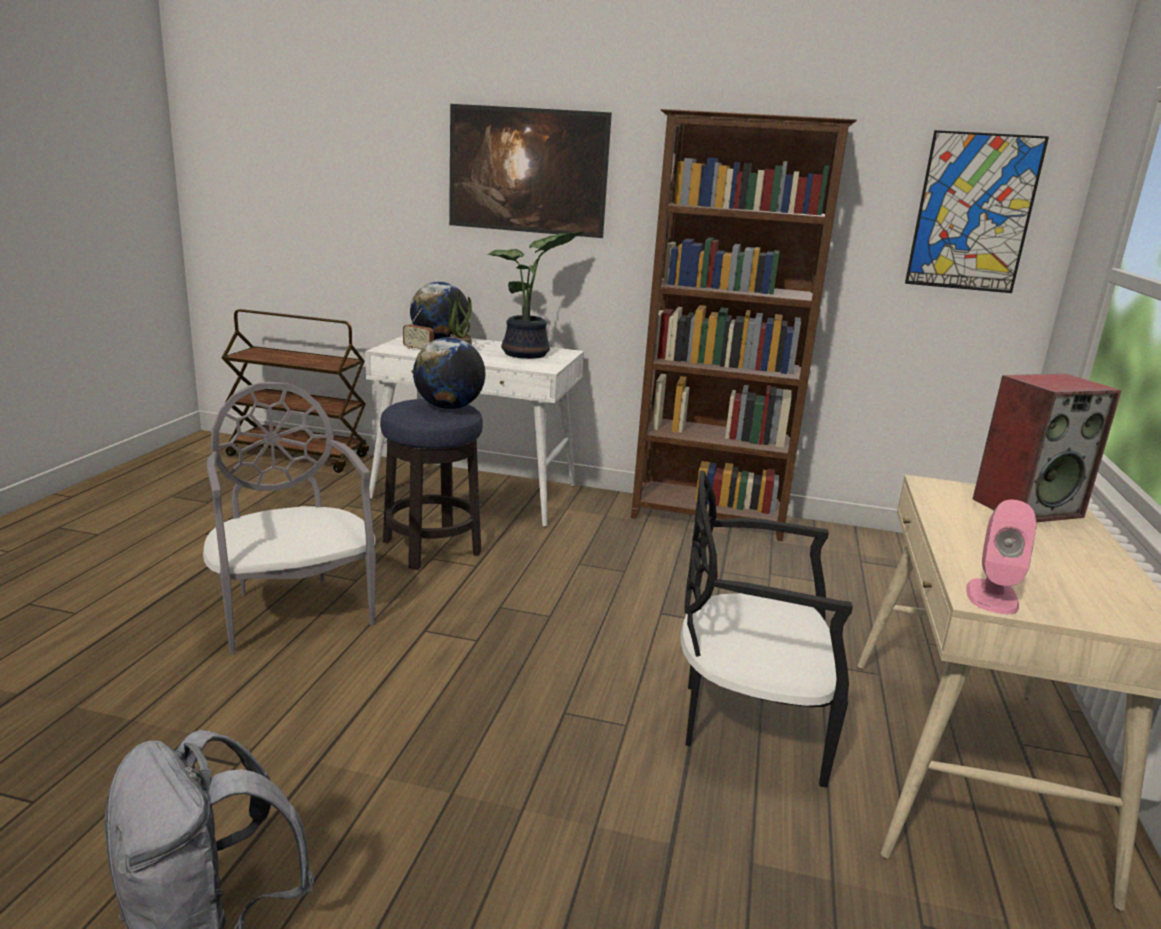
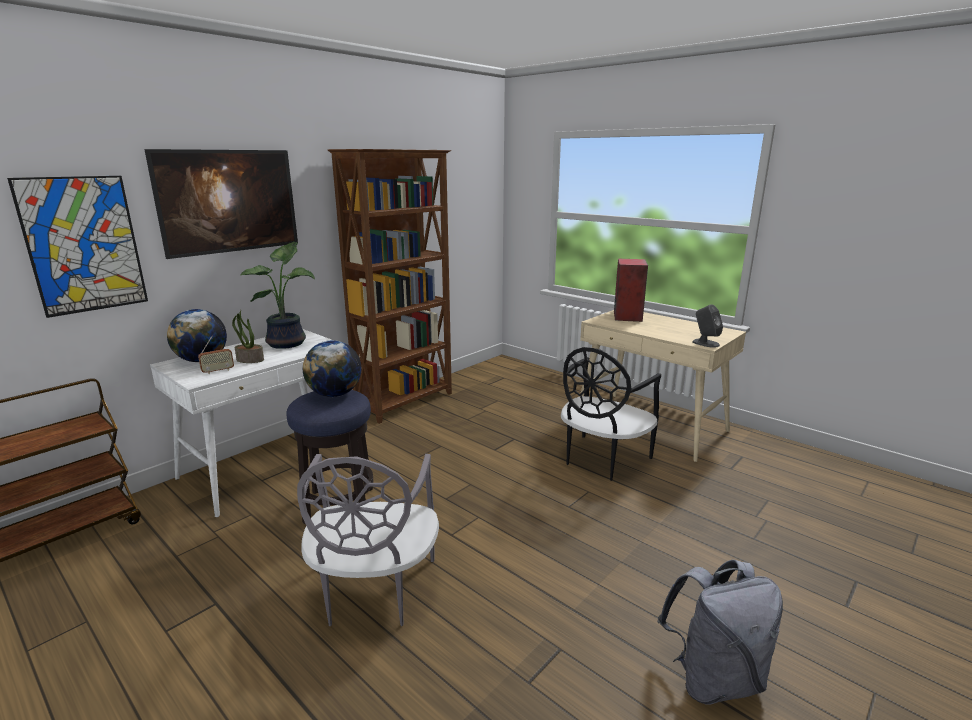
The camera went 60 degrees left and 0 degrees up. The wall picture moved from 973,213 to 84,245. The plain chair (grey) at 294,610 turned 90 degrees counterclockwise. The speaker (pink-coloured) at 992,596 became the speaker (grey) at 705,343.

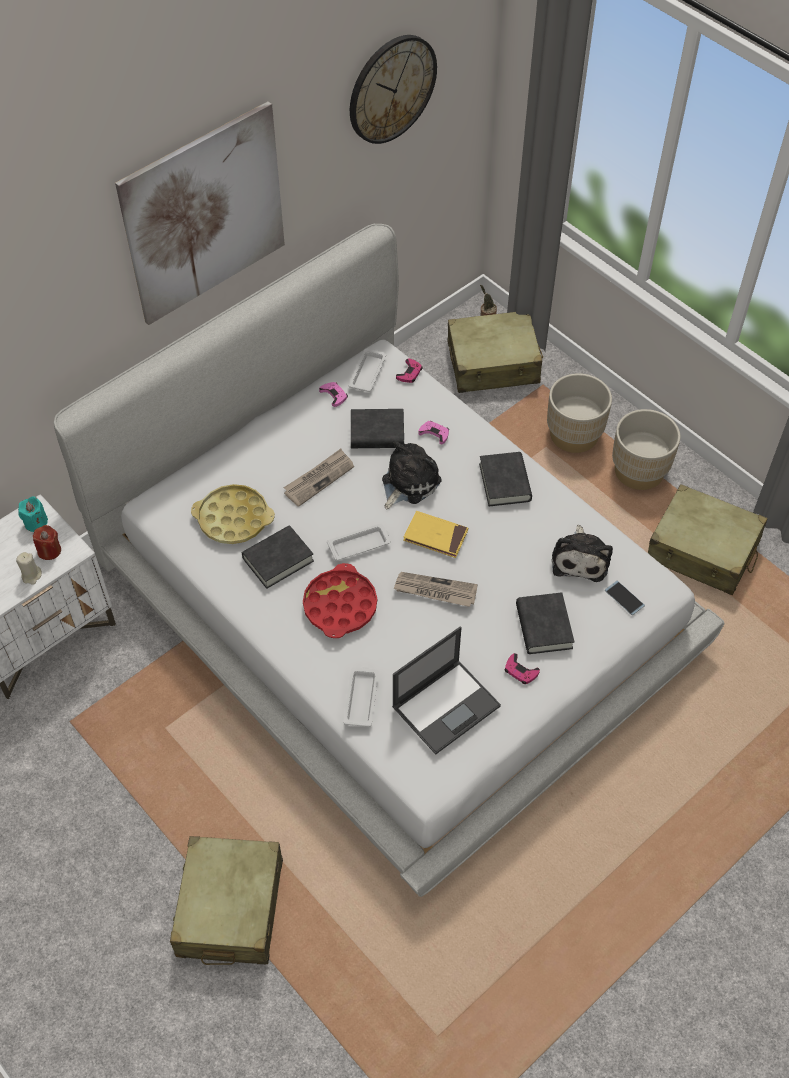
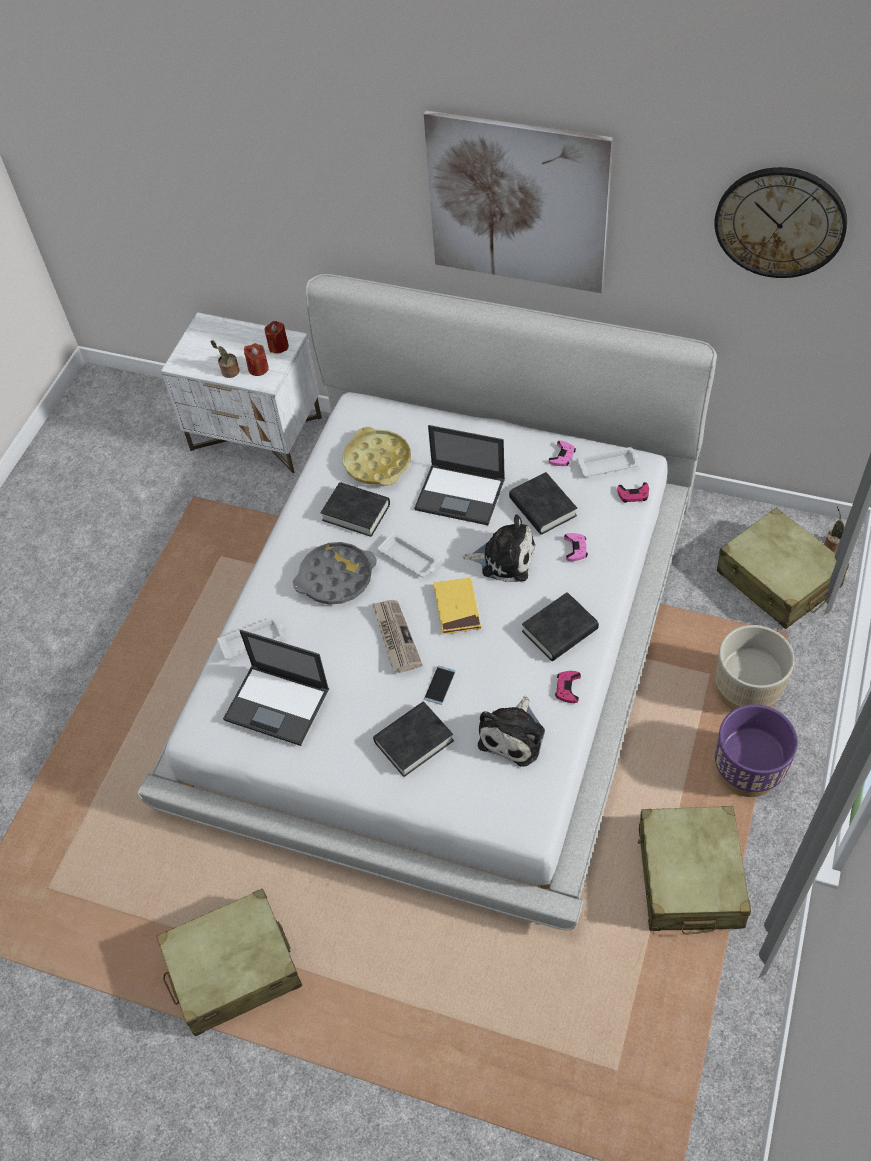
The camera went 65 degrees right and 0 degrees up. The plant pot (sand-coloured) at 639,470 became the plant pot (purplish) at 747,770. The printed paper at 319,478 was replaced by the notebook computer at 461,494. The candle (turquoise-coloured) at 36,523 became the candle (reddish) at 278,346. The plush toy at 580,558 turned 45 degrees counterclockwise. The candle (sand-coloured) at 31,576 was replaced by the potted plant at 229,372. The tray (reddish) at 340,606 became the tray (grey) at 336,577. The handset moved from 624,598 to 440,685. The gamepad (pink-coloured) moved from 520,671 to 567,688. The piece of luggage (sand-coloured) moved from 230,908 to 233,969.

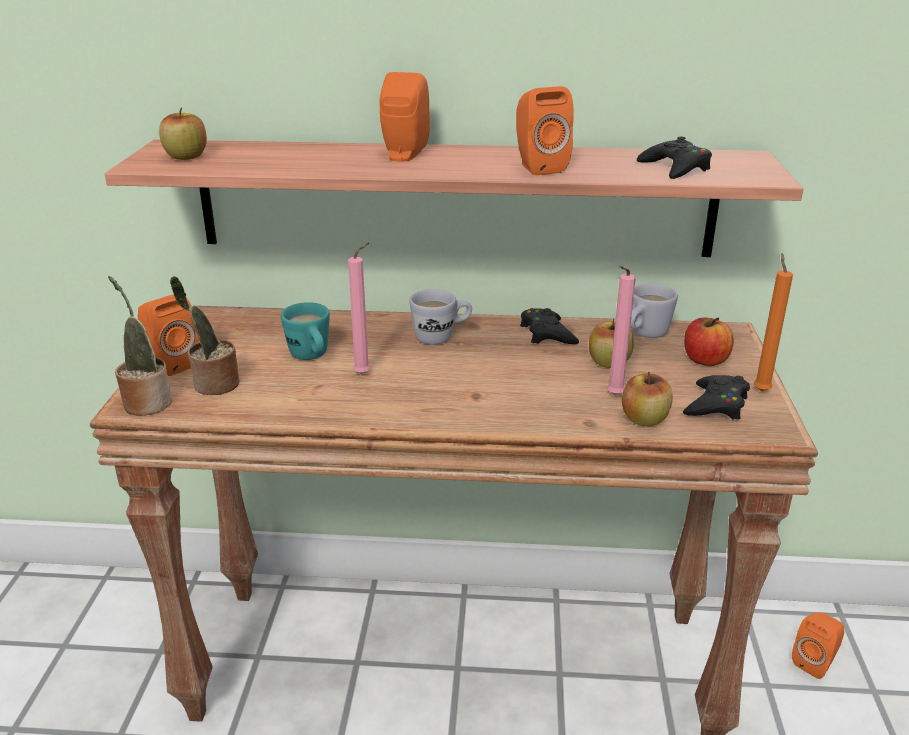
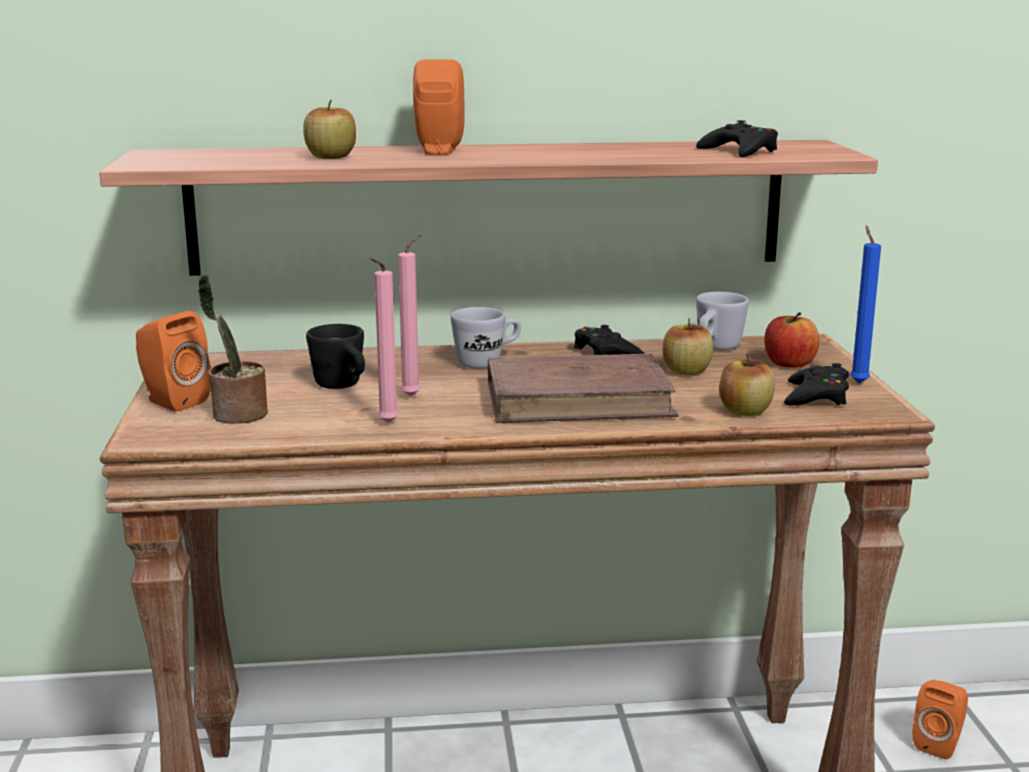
The camera went 10 degrees left and 10 degrees down. The speaker (orangey) at 538,167 disappeared. The whole apple moved from 186,157 to 331,157. The candle (orangey) at 760,390 became the candle (blue-coloured) at 857,382. The candle (pink-coloured) moved from 613,396 to 386,424. The potted plant at 146,402 disappeared. The coffee mug (turquoise-coloured) at 311,357 became the coffee mug (black-coloured) at 343,387. The volume (brown-coloured) at 579,399 appeared.

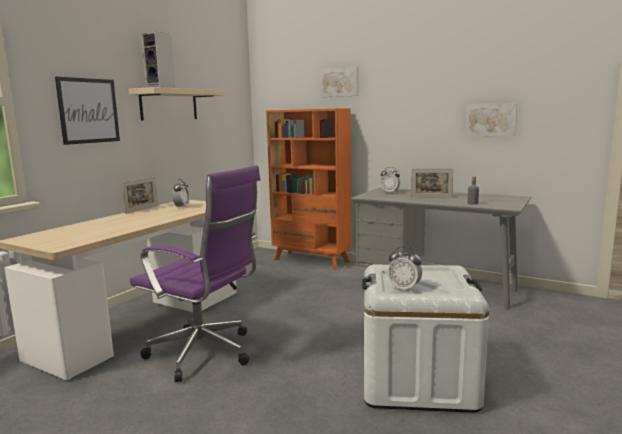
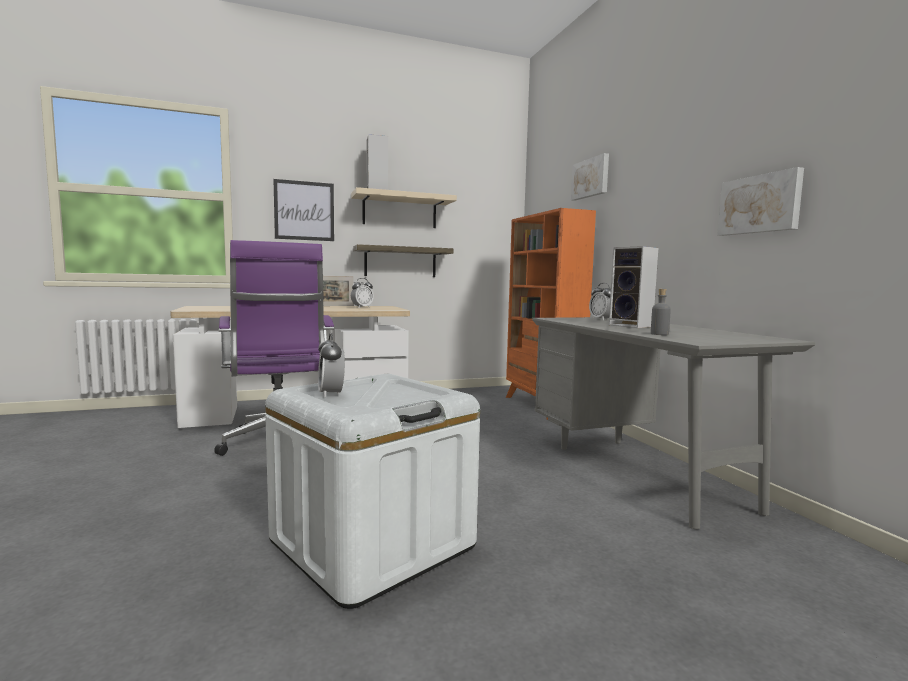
The camera went 40 degrees right and 5 degrees down. The picture frame at 431,197 was replaced by the speaker at 632,326. The wall shelf at 400,262 appeared.

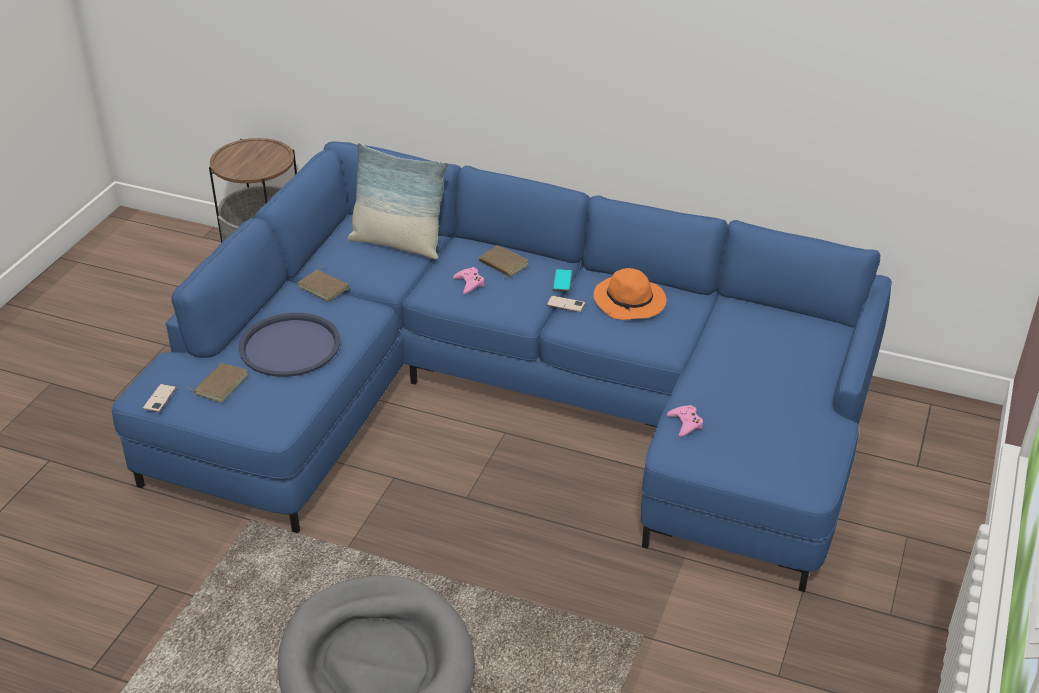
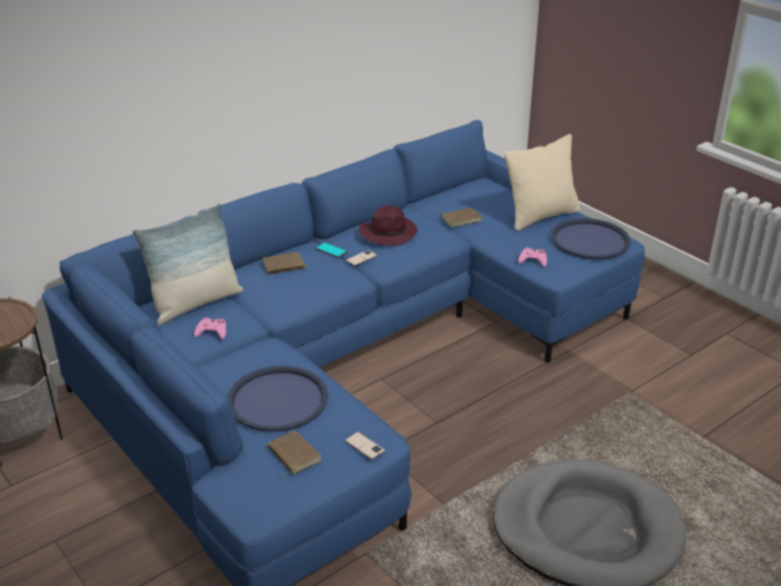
The camera went 60 degrees left and 5 degrees down. The volume (brown-coloured) moved from 324,287 to 461,218. The gamepad (pink-coloured) moved from 469,283 to 212,331. The hat (orangey) at 630,302 became the hat (purplish) at 388,233. The handset moved from 160,398 to 364,446. The throw pillow (sand-coloured) at 541,216 appeared. The tray (blue-coloured) at 590,240 appeared.

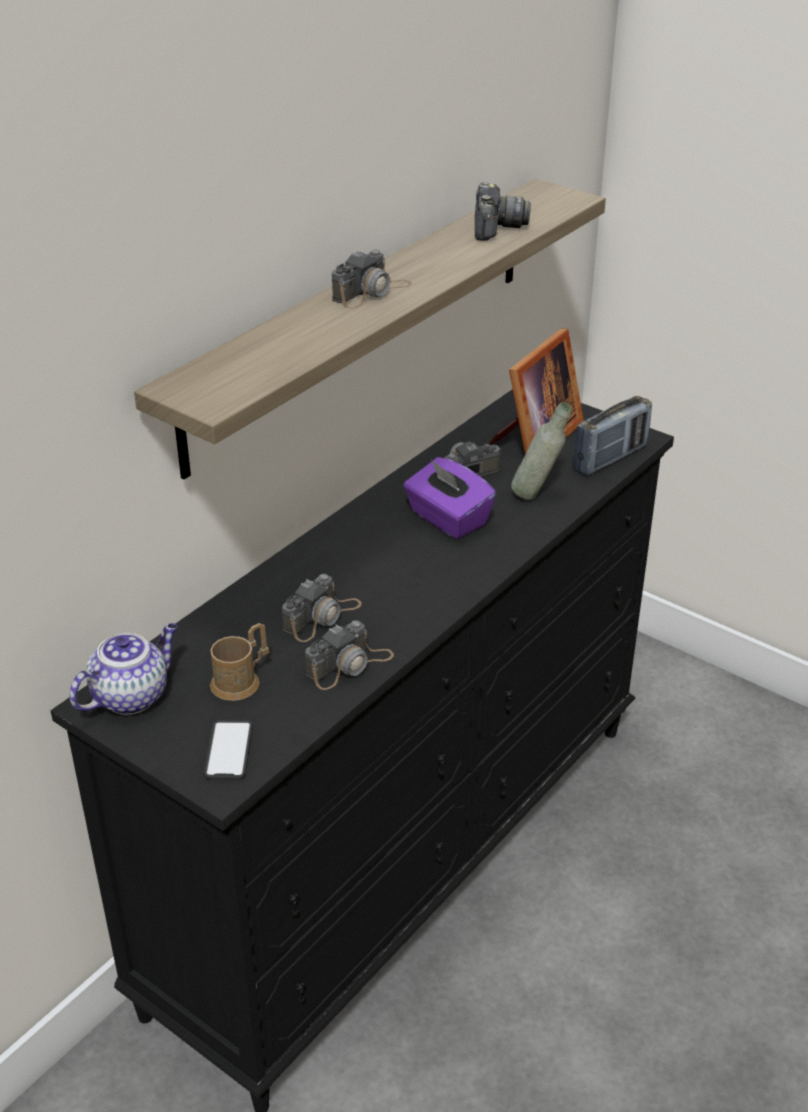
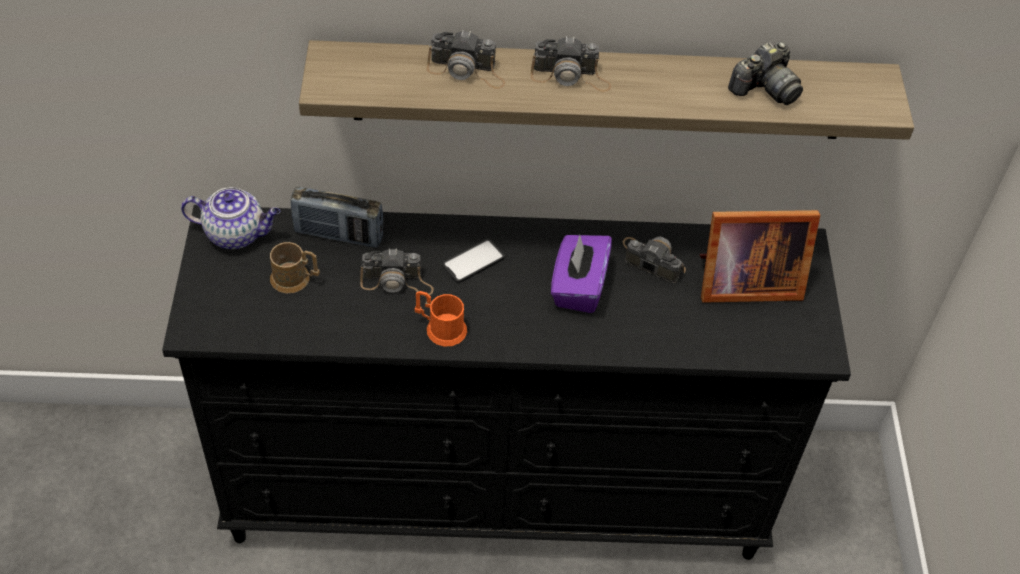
The camera went 50 degrees right and 15 degrees up. The radio receiver moved from 610,458 to 338,235. The beverage bottle (grey) at 537,495 disappeared. The still camera moved from 349,665 to 467,71. The handset moved from 228,751 to 473,261. The coffee mug (orangey) at 440,328 appeared.

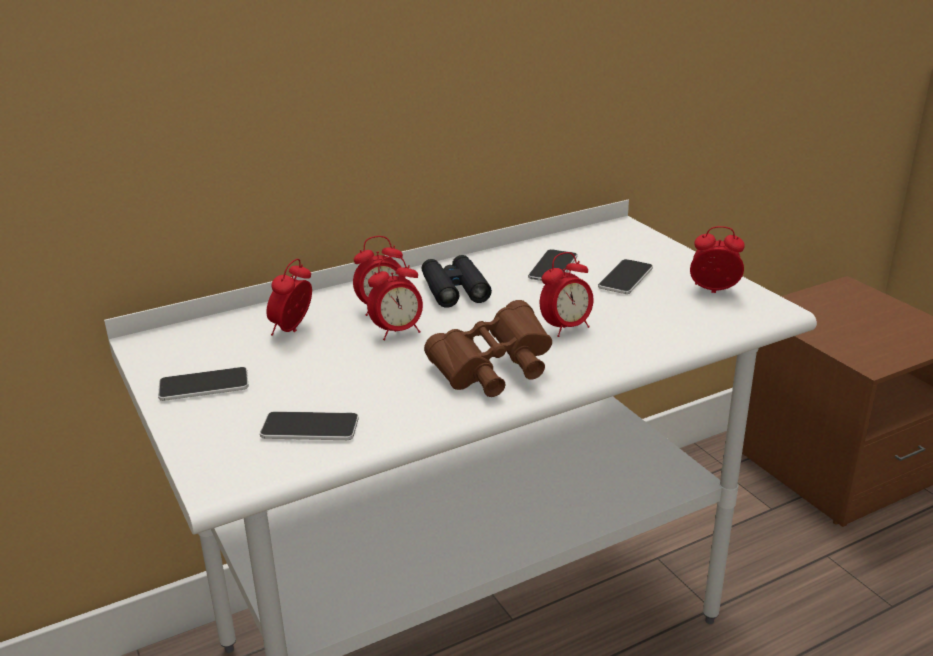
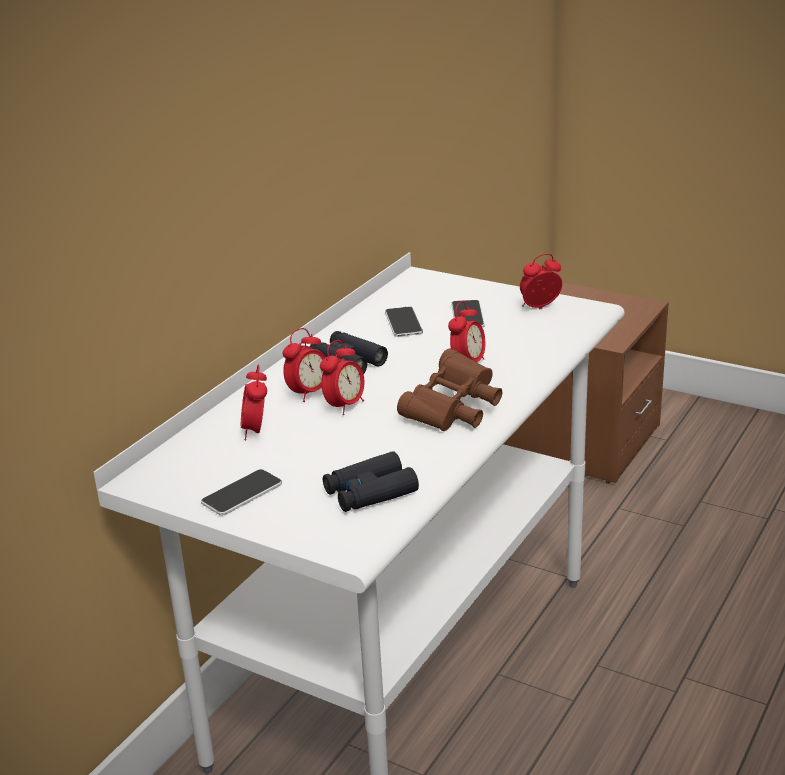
The camera went 30 degrees left and 0 degrees up. The handset at 310,428 was replaced by the pair of binoculars (black-coloured) at 370,492.

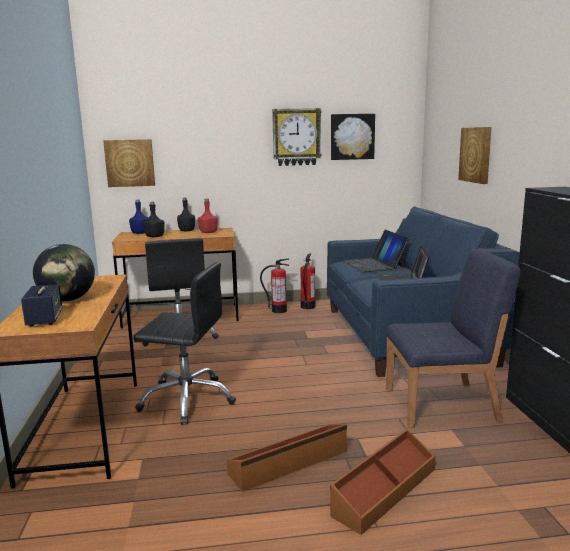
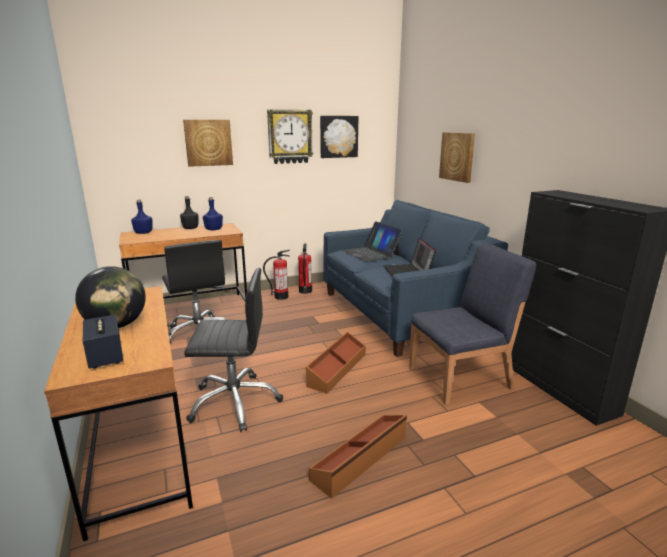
The camera went 15 degrees left and 5 degrees up. The wall picture moved from 130,163 to 208,143. The beverage bottle (reddish) at 208,232 became the beverage bottle (blue-coloured) at 213,229. The beverage bottle (black-coloured) at 154,236 disappeared. The storage box (brown-coloured) moved from 384,490 to 336,369.

